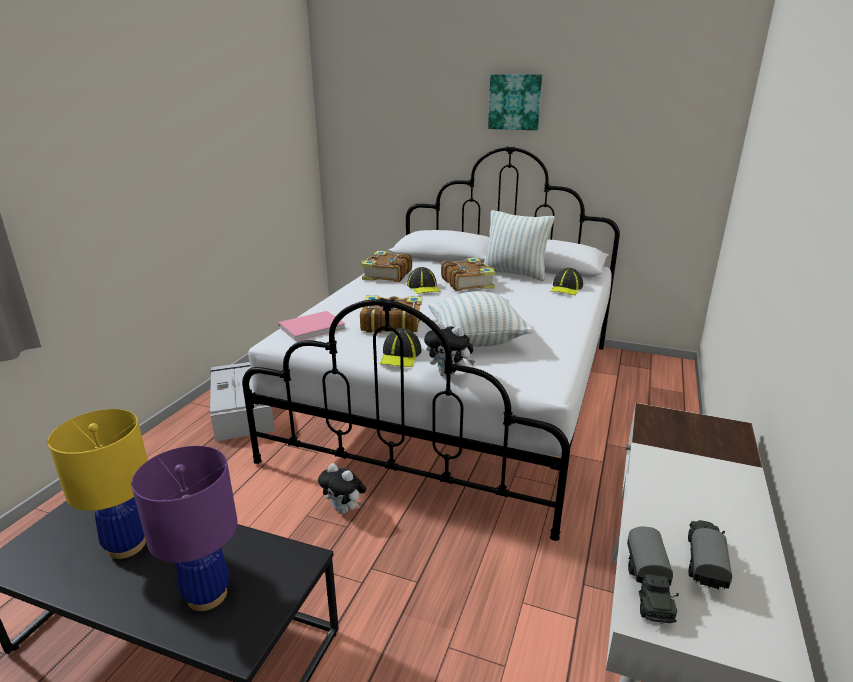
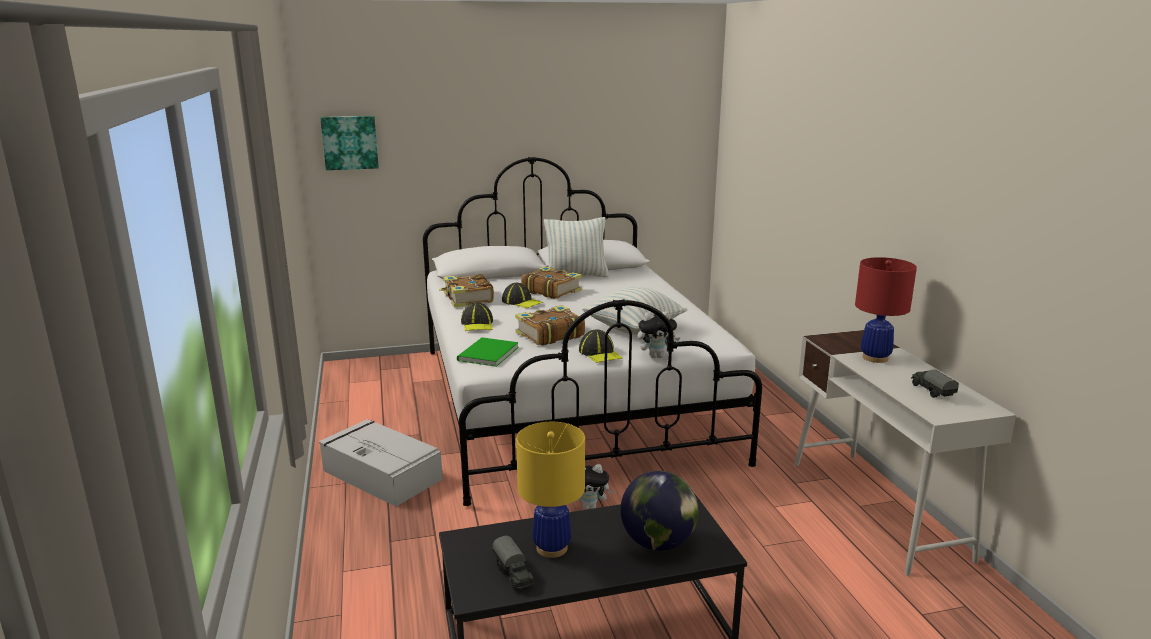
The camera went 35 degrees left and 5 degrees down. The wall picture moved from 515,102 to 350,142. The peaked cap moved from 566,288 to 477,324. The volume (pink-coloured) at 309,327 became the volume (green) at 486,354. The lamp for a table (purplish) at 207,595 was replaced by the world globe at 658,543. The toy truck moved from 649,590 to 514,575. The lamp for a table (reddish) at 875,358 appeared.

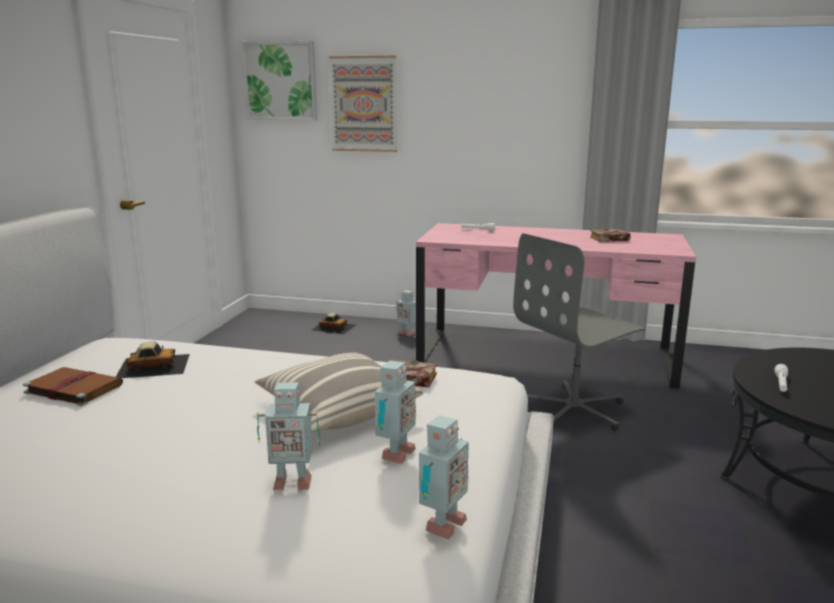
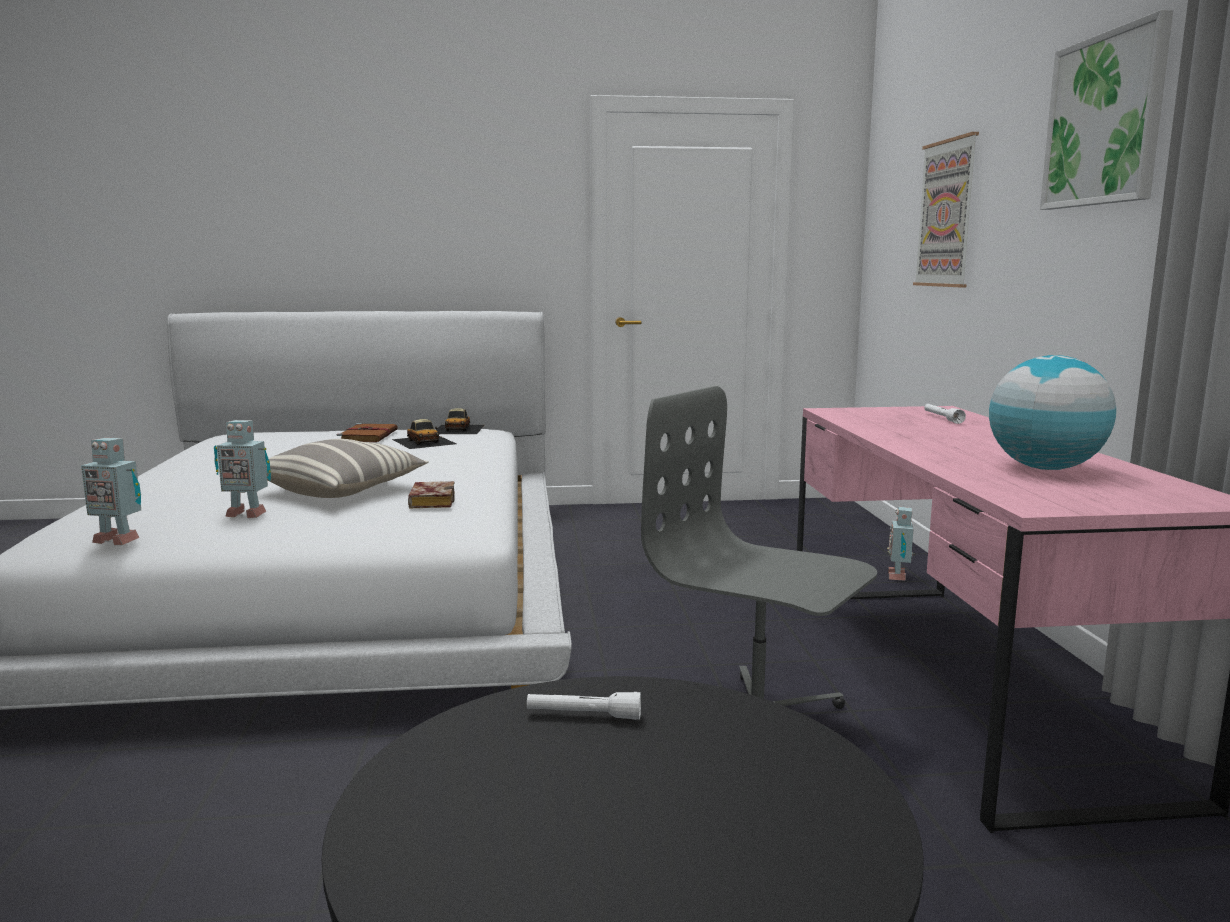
The camera went 70 degrees right and 5 degrees down. The wall picture moved from 280,81 to 1105,120. The volume at 608,239 was replaced by the world globe at 1044,468. The model car moved from 333,327 to 459,429. The model robot at 291,482 disappeared.

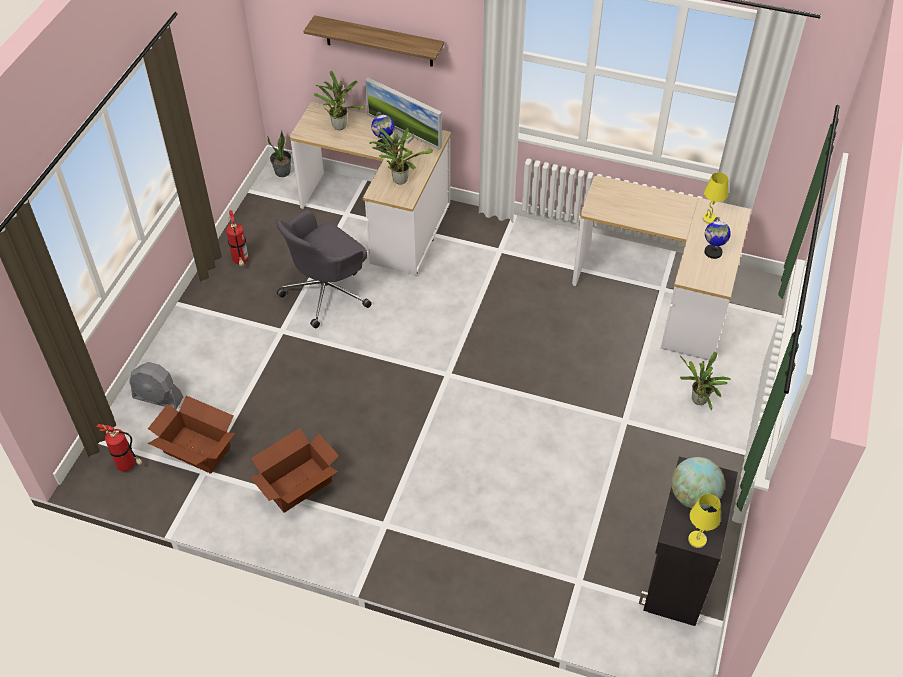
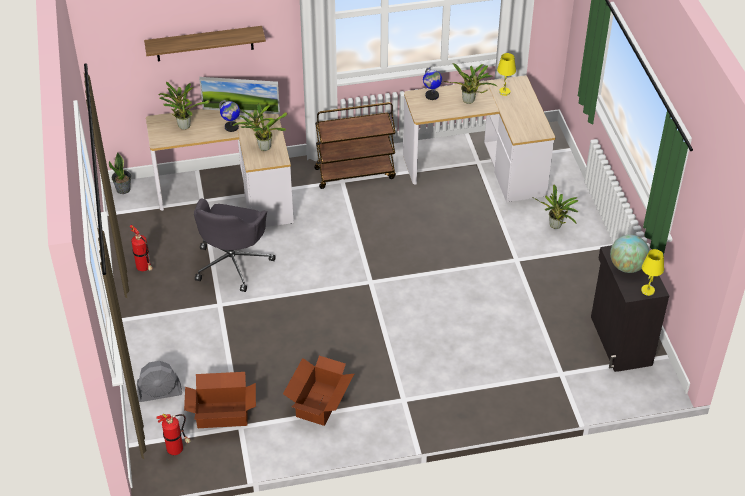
The camera went 30 degrees left and 5 degrees down. The world globe moved from 713,252 to 432,95. The potted plant at 469,101 appeared. The cart (brown-coloured) at 355,173 appeared.

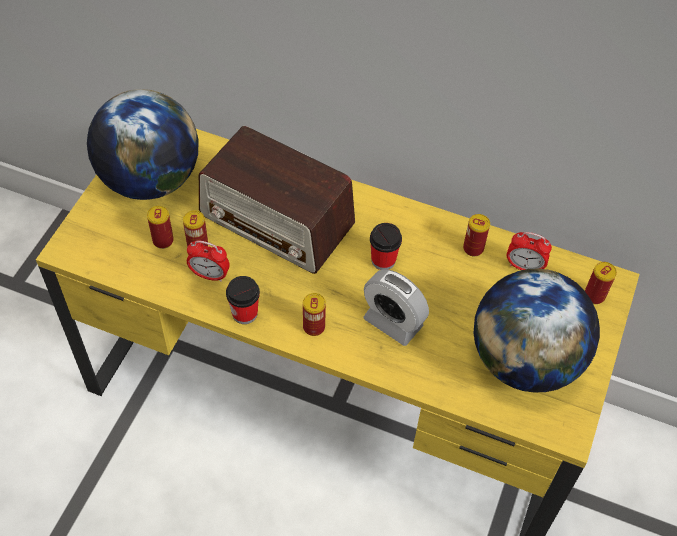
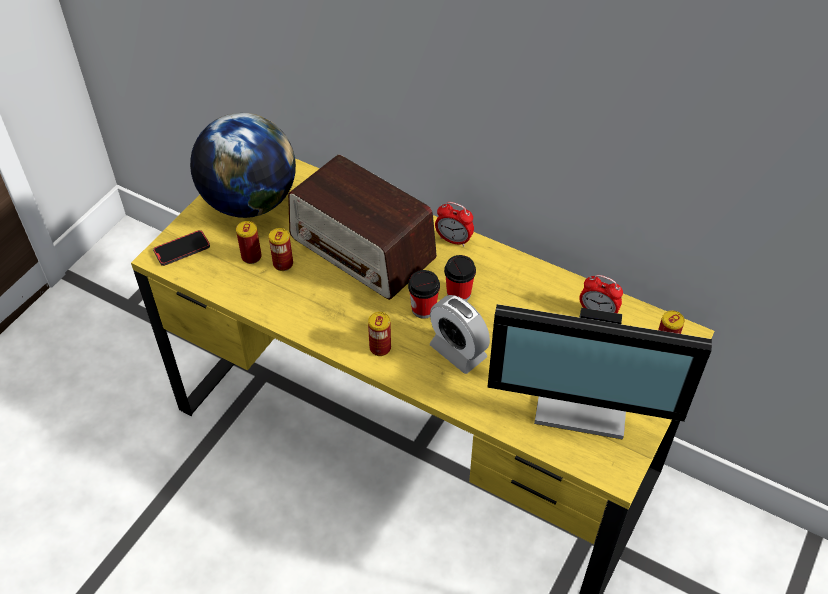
The camera went 10 degrees right and 5 degrees down. The can at 473,248 disappeared. The table clock moved from 210,275 to 454,240. The world globe at 525,360 was replaced by the monitor at 583,400. The drinking cup moved from 244,313 to 423,309. The handset at 182,249 appeared.

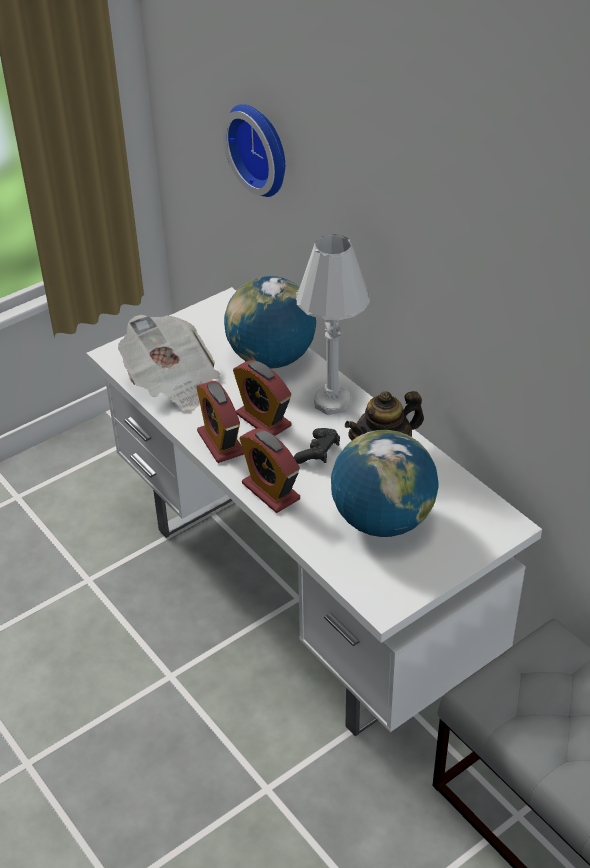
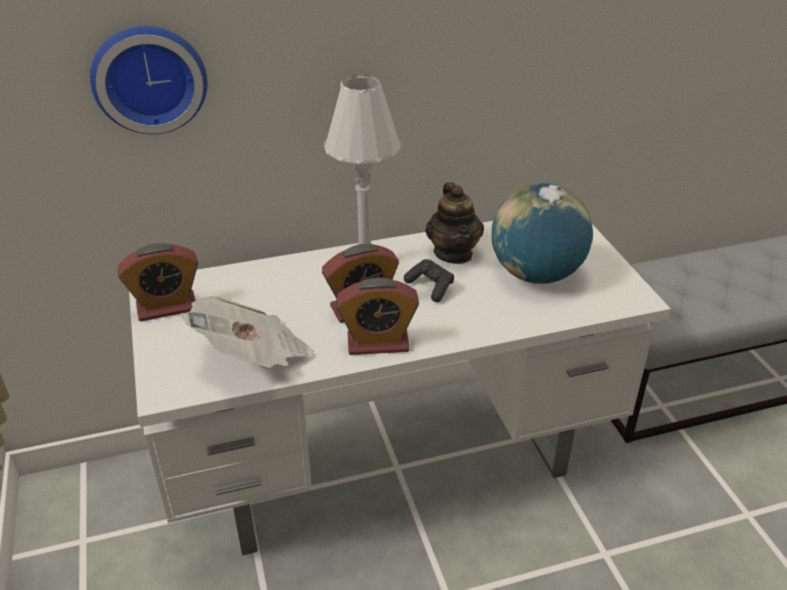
The camera went 70 degrees left and 5 degrees down. The world globe at 271,358 disappeared. The table clock moved from 270,491 to 167,307.

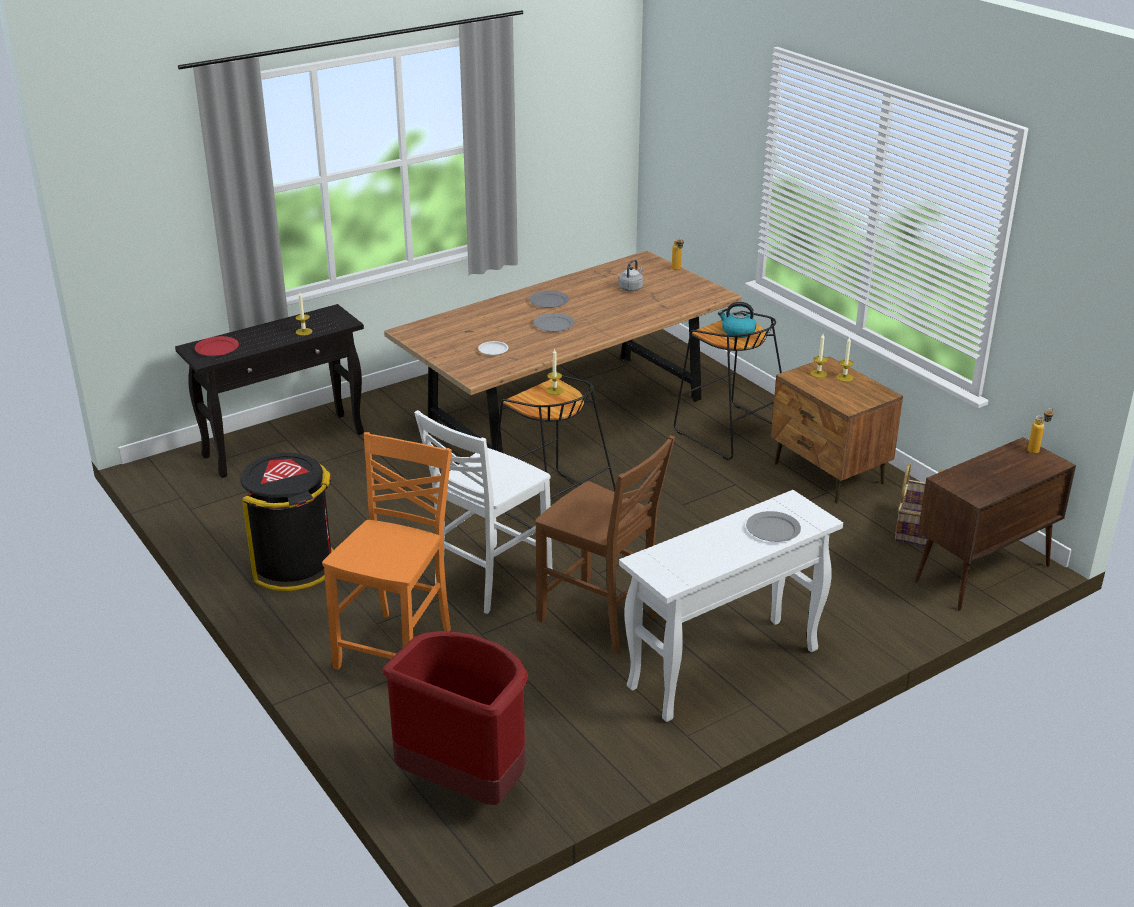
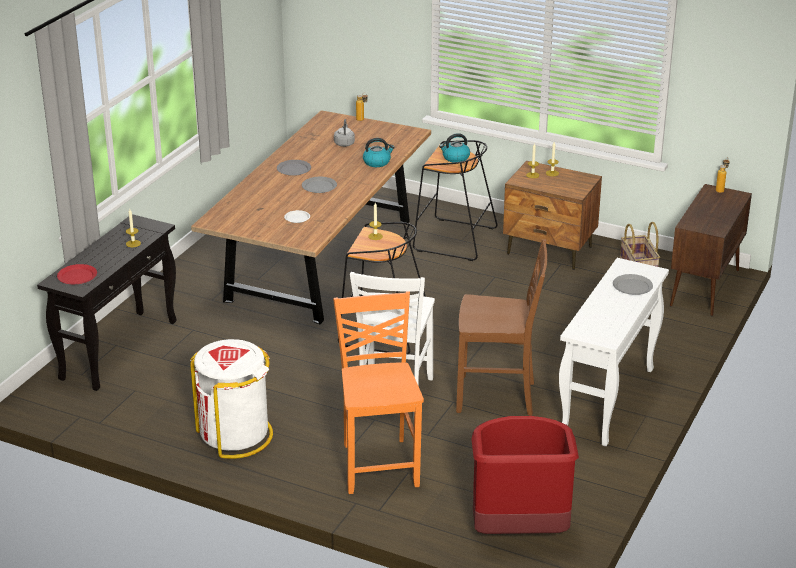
The camera went 30 degrees left and 0 degrees up. The trash can (black-coloured) at 294,565 became the trash can (white-coloured) at 235,435. The kettle at 377,162 appeared.

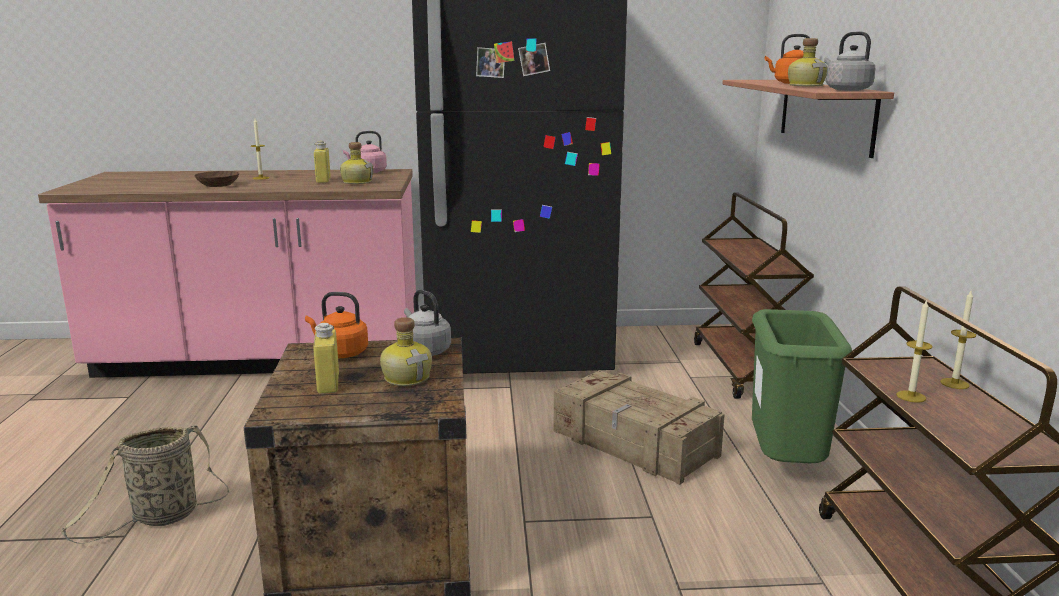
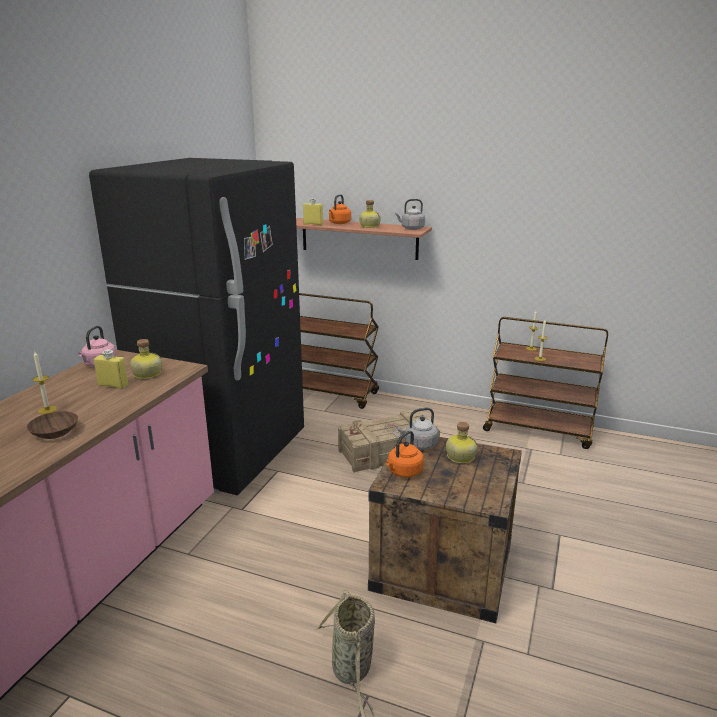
The camera went 65 degrees left and 5 degrees up. The trash can (green) at 786,467 disappeared. The beverage bottle (yellowish) moved from 328,383 to 313,224.

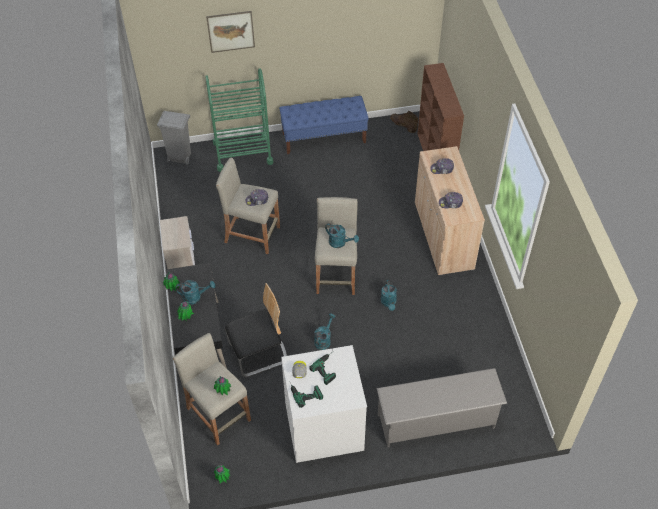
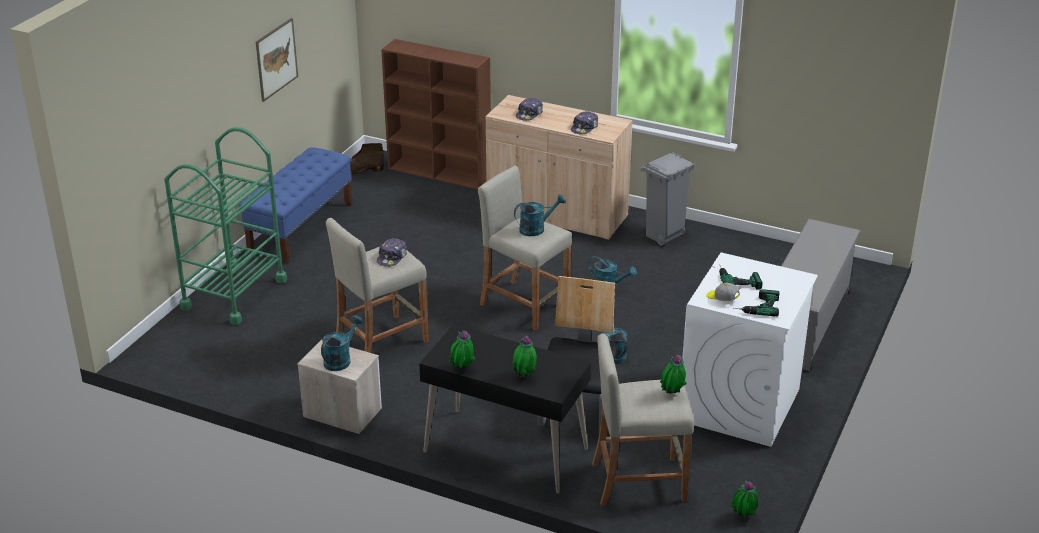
The camera went 55 degrees left and 20 degrees down. The wall picture moved from 231,31 to 276,59. The trash can (grey) moved from 179,158 to 663,236. The watering pot (turquoise-coloured) moved from 195,297 to 340,359.

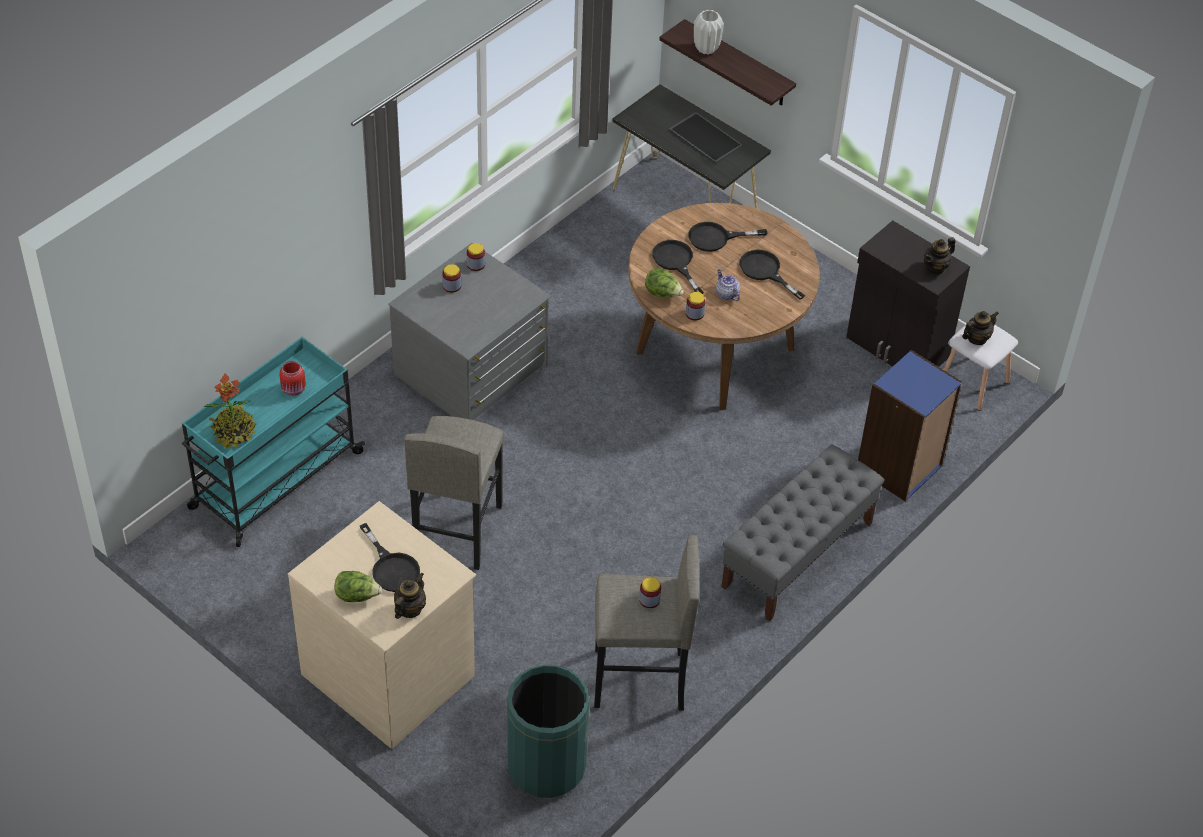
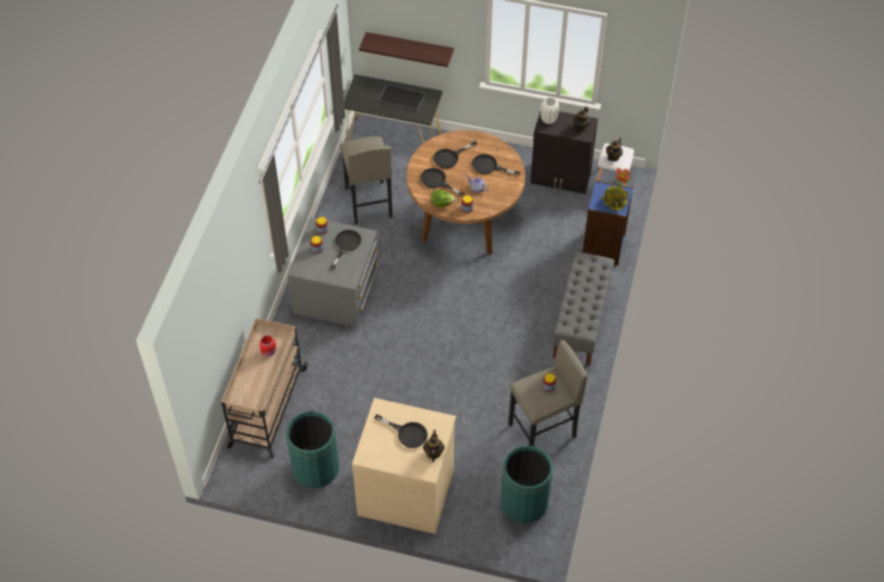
The camera went 25 degrees left and 5 degrees up. The flower vase (white-coloured) moved from 706,48 to 548,120. The cart (turquoise-coloured) at 274,481 became the cart (sand-coloured) at 267,409. The potted plant moved from 234,433 to 614,202. The stool seat (grey) moved from 457,530 to 368,202. The lettuce at 357,596 disappeared. The skillet (black-coloured) at 346,245 appeared. The trash can (green) at 315,469 appeared.

